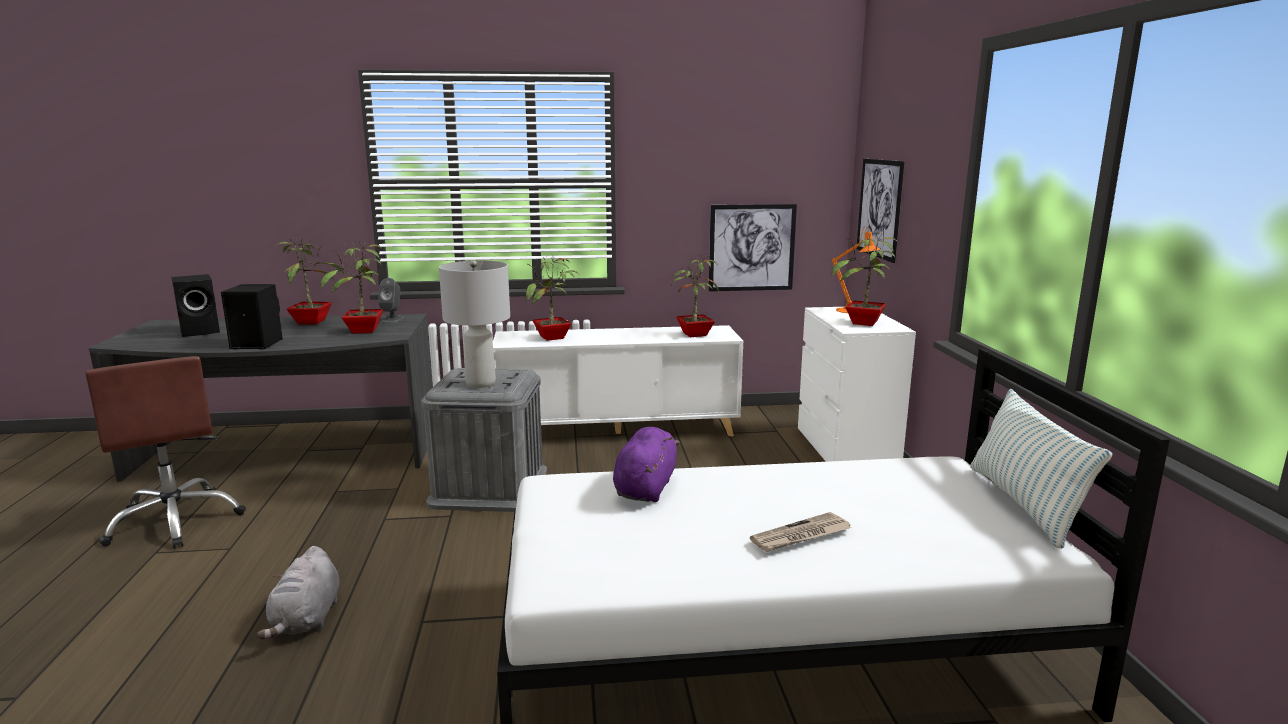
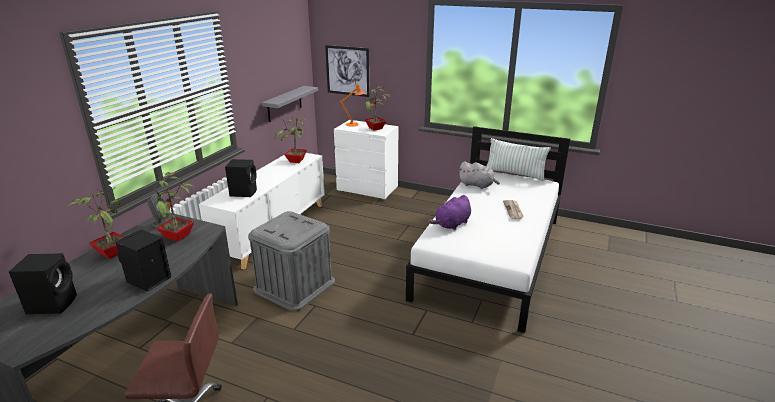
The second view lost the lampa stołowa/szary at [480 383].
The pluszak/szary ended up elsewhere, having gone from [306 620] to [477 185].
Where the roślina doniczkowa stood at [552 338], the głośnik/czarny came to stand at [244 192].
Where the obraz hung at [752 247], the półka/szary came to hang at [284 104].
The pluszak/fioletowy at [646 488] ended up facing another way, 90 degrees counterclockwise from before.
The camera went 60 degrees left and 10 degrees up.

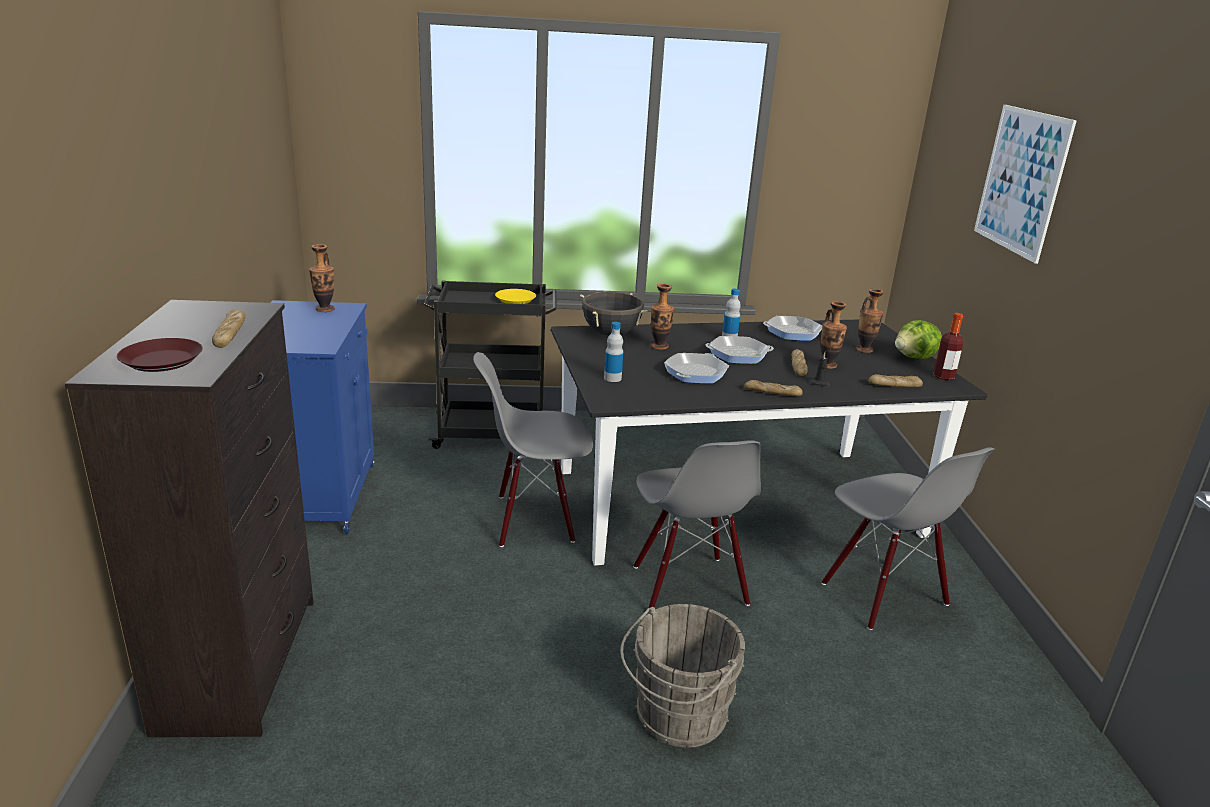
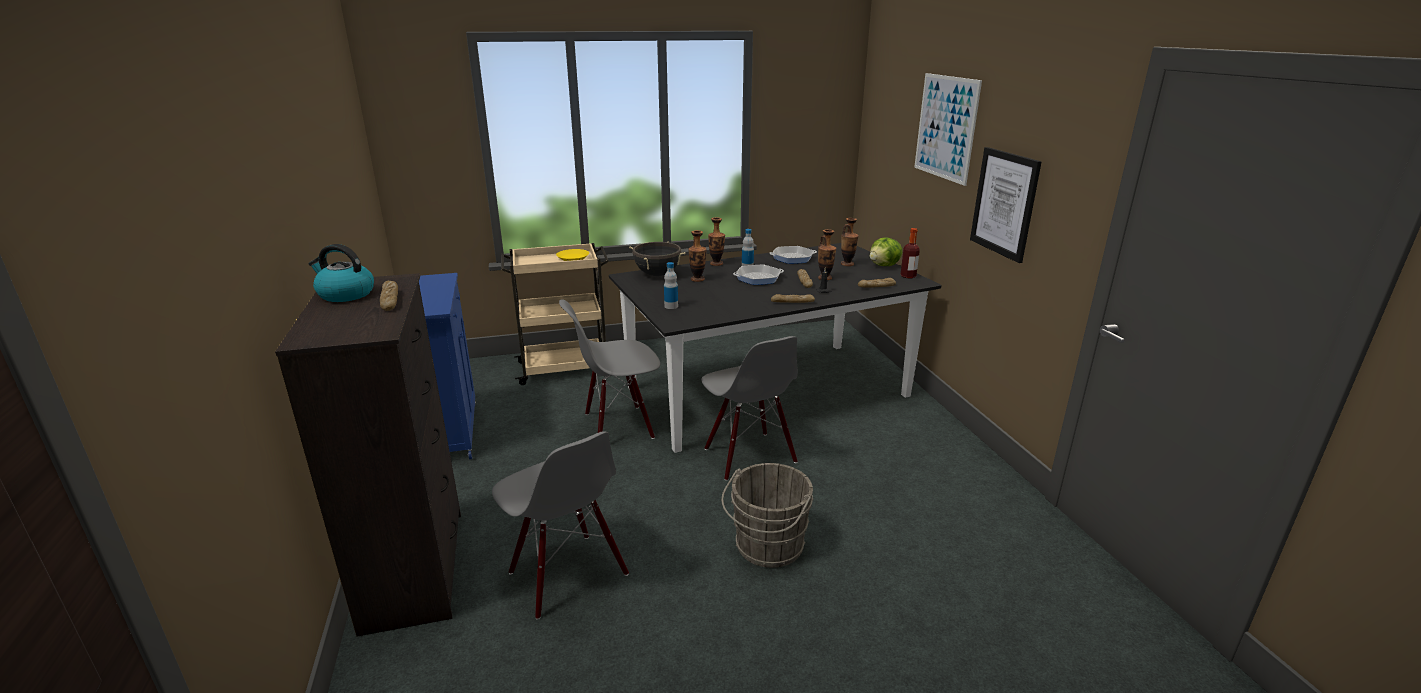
The second view lost the talerz/brązowy at [163 361].
The second view lost the patelnia at [695 373].
The second view gained the czajnik at [345 294].
The second view gained the obraz at [1004 203].
The wazon ended up elsewhere, having gone from [325 309] to [716 264].
The krzesło/szary ended up elsewhere, having gone from [883 594] to [567 574].
What was the wózek/czarny at [492 434] turned into the wózek/beżowy at [565 368].
The camera went 10 degrees left and 0 degrees up.

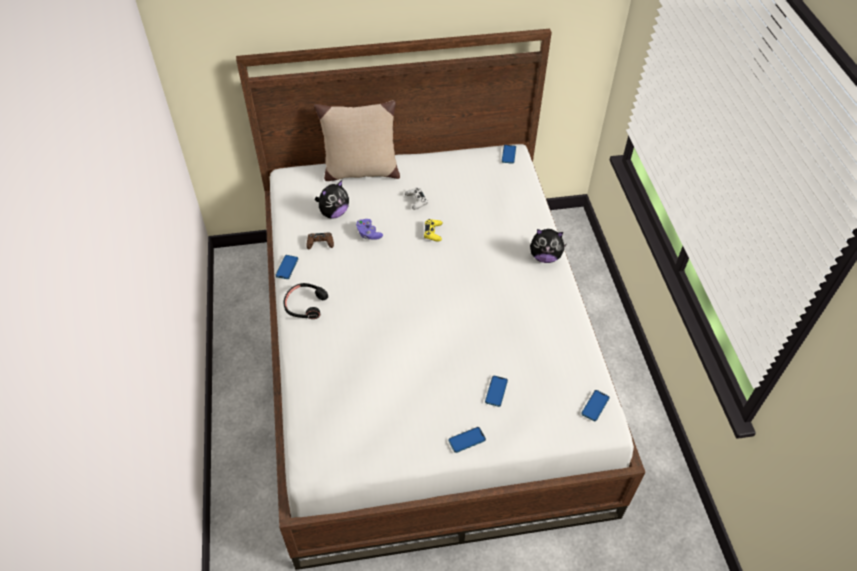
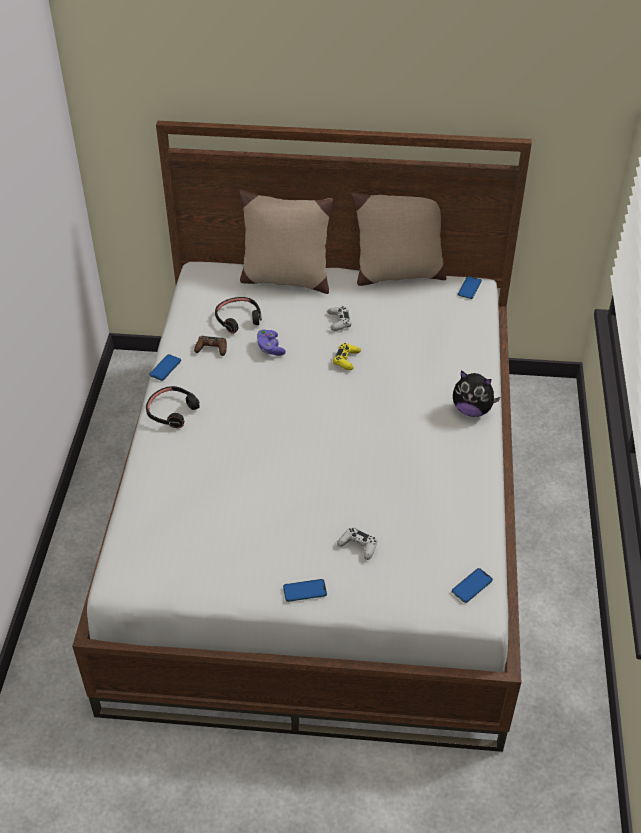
The second view gained the poduszka/beżowy at [397 274].
Where the pluszak stood at [334 213], the słuchawki/czarny came to stand at [238 319].
Where the telefon stood at [496 391], the pad do gier/biały came to stand at [358 546].
The camera went 15 degrees right and 5 degrees down.

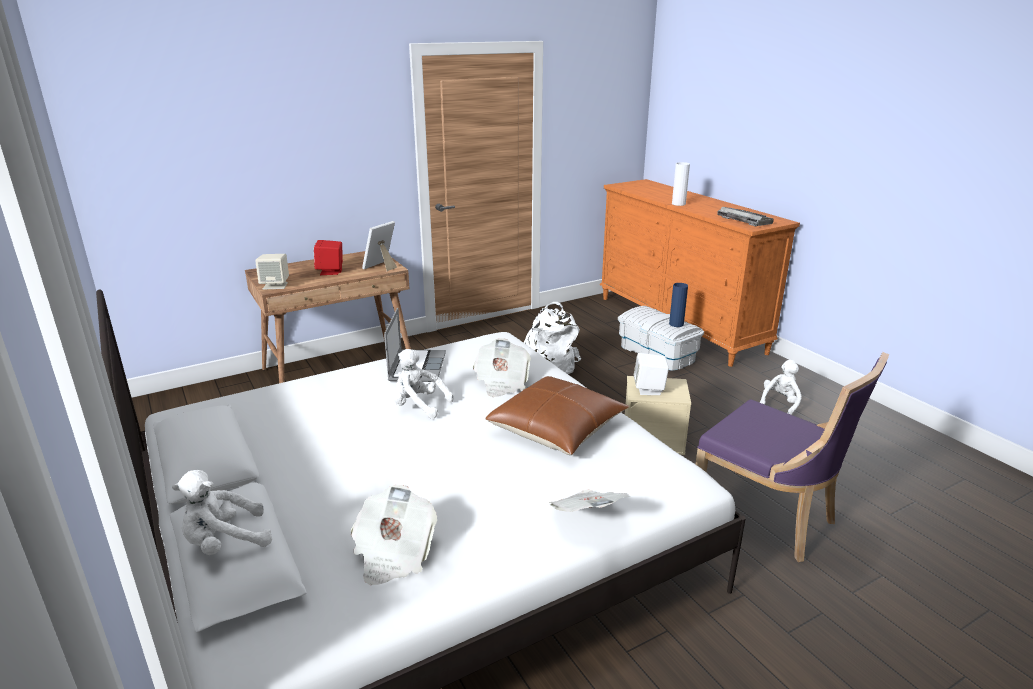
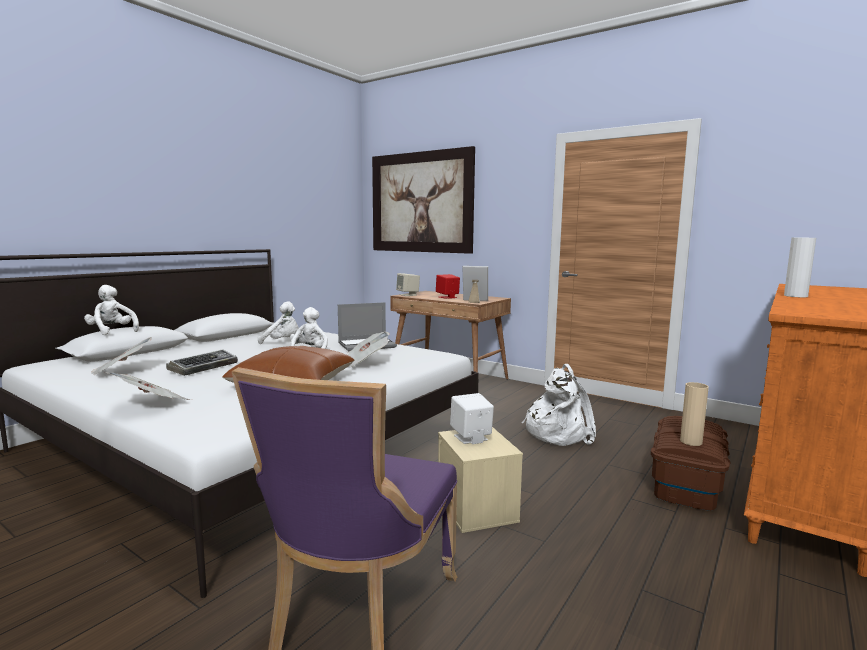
The second view gained the obraz at [421 202].
The klawiatura ended up elsewhere, having gone from [743 220] to [204 367].
The pluszak/biały ended up elsewhere, having gone from [780 403] to [283 342].
What was the pojemnik do przechowywania/biały at [657 353] turned into the pojemnik do przechowywania/brązowy at [686 483].
What was the wazon/niebieski at [676 324] turned into the wazon/beżowy at [691 442].
The camera went 65 degrees right and 15 degrees down.

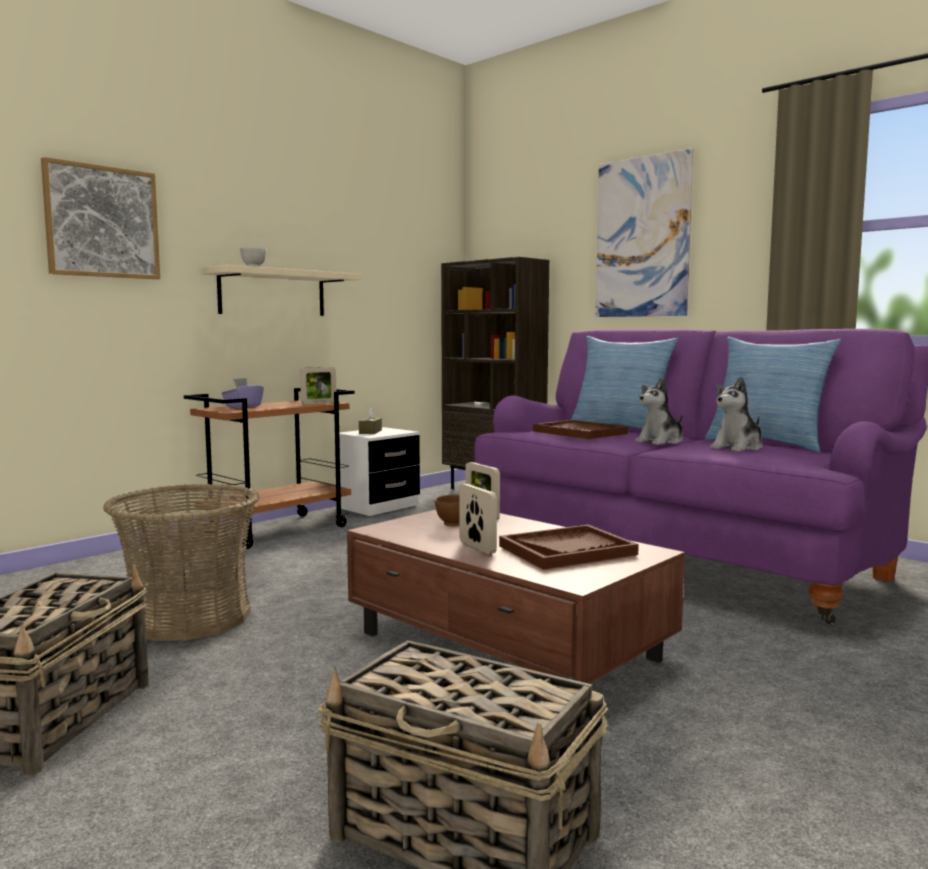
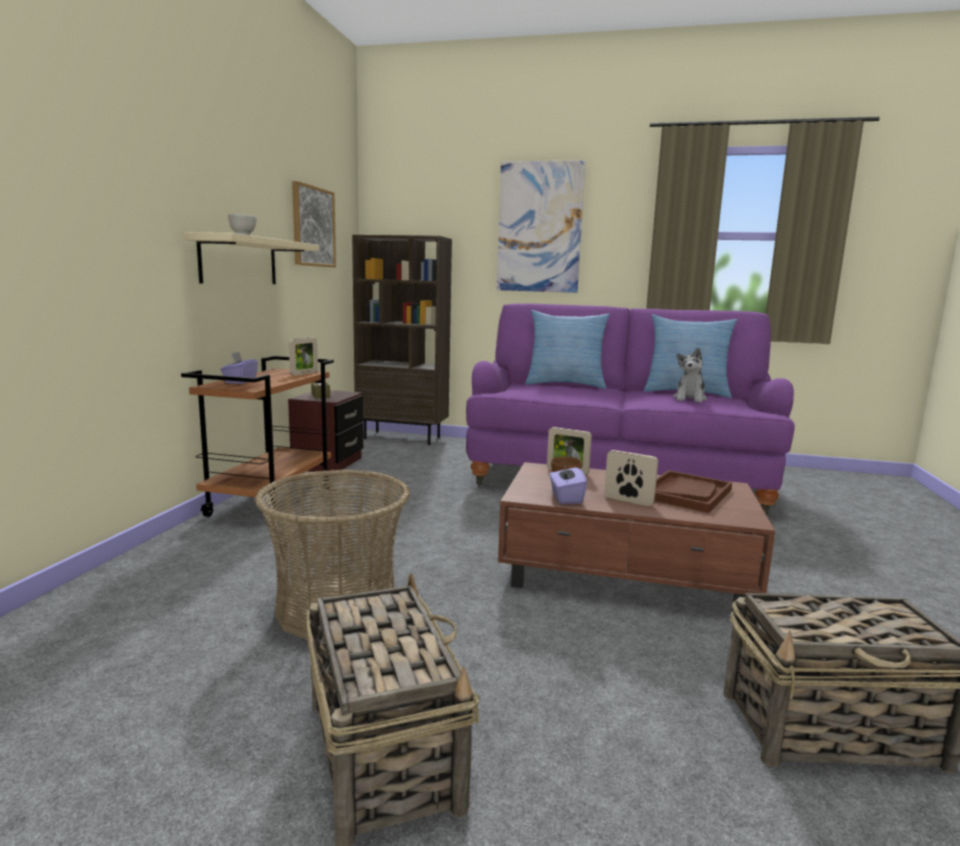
The second view lost the taca/brązowy at [580 432].
The second view lost the pluszak at [661 441].
The second view gained the pudełko chusteczek/fioletowy at [566 498].
The obraz ended up elsewhere, having gone from [102 222] to [313 227].
What was the szafka nocna/biały at [378 506] turned into the szafka nocna/brązowy at [328 463].
The camera went 30 degrees left and 5 degrees up.

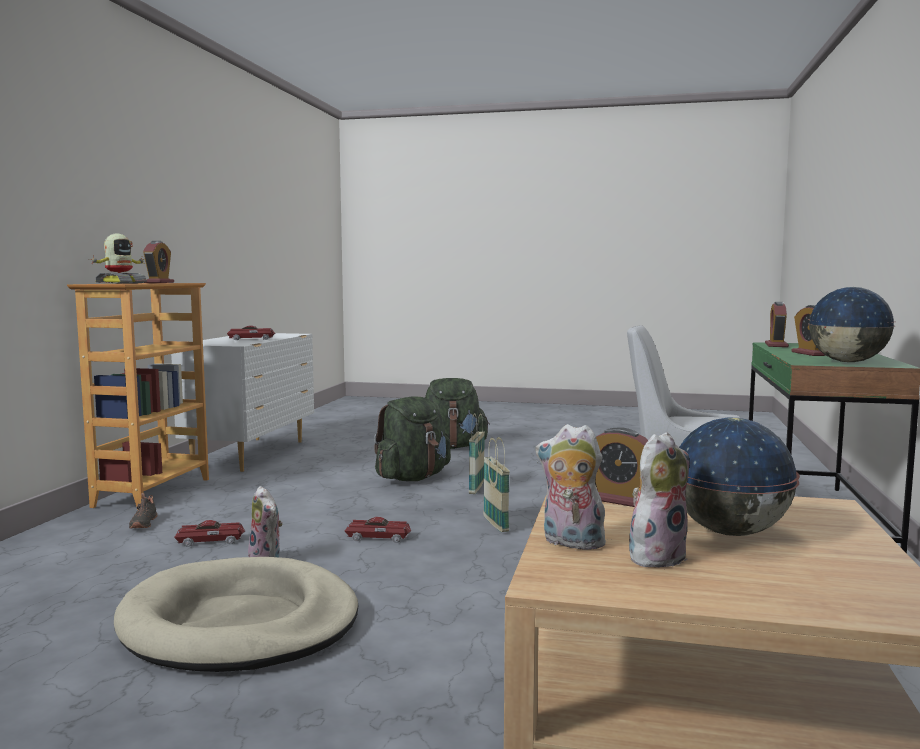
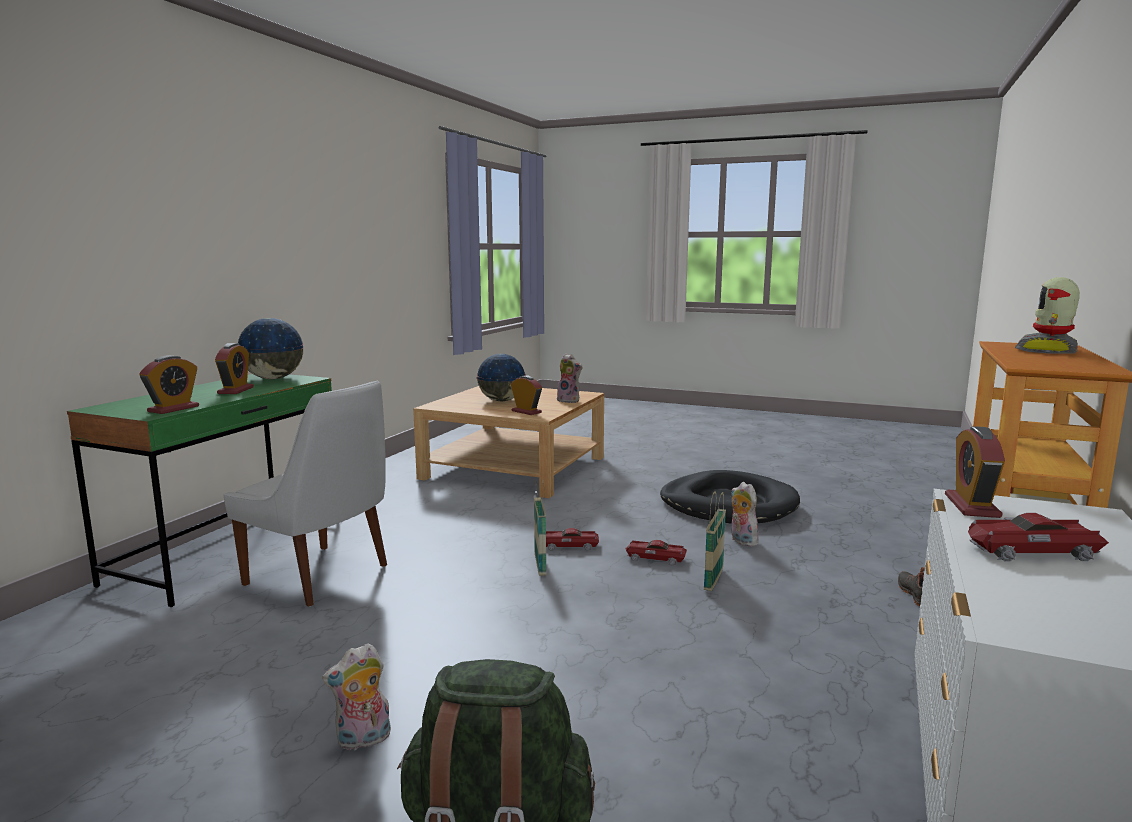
The second view lost the plecak/zielony at [412 478].
The budzik ended up elsewhere, having gone from [159 282] to [971 506].
The samochodzik ended up elsewhere, having gone from [211 540] to [569 546].
The koszyk ended up elsewhere, having gone from [476 488] to [713 580].
The pluszak ended up elsewhere, having gone from [656 556] to [363 741].
What was the legowisko/beżowy at [240 623] turned into the legowisko/czarny at [728 504].
The camera went 170 degrees left and 5 degrees up.

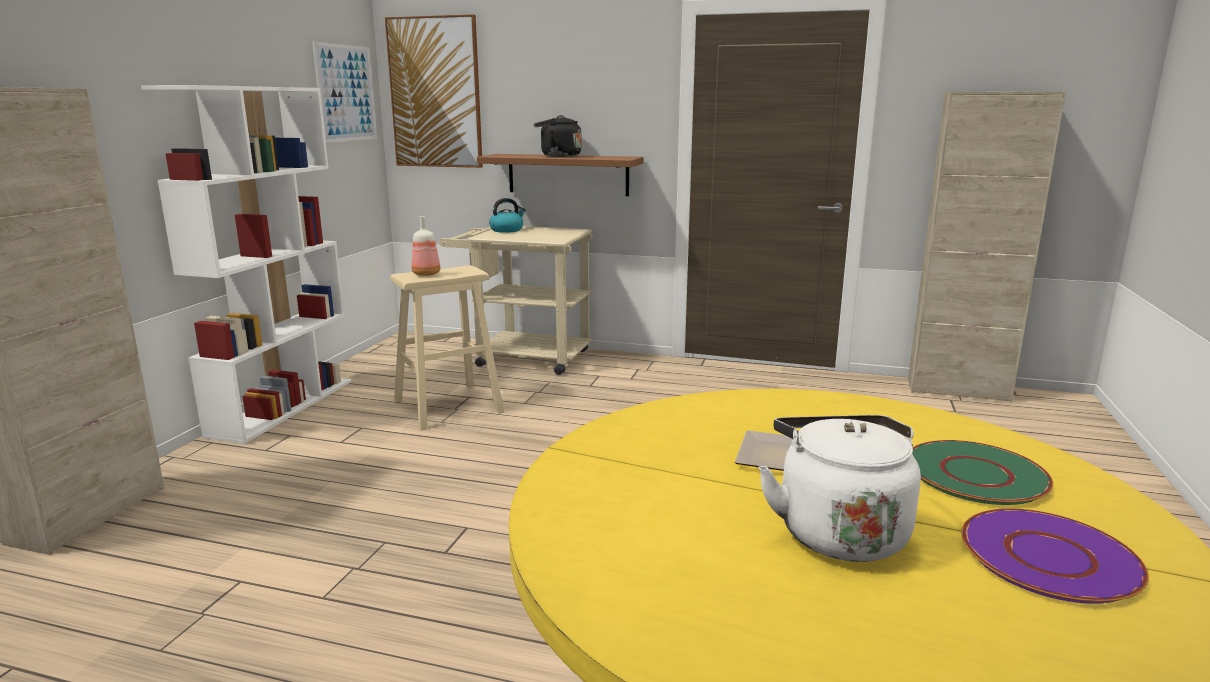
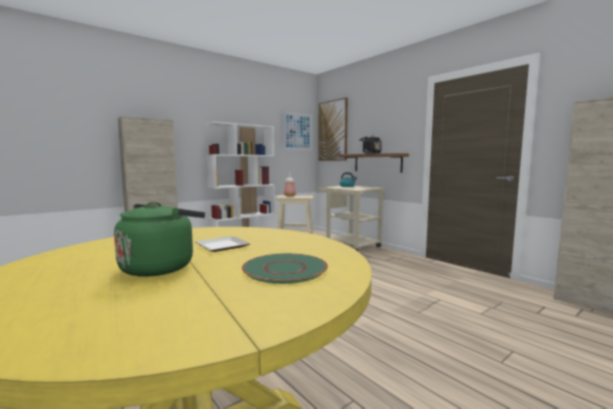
The second view lost the talerz/fioletowy at [1050 557].
What was the czajnik/biały at [837 531] turned into the czajnik/zielony at [161 267].
The camera went 35 degrees right and 10 degrees down.

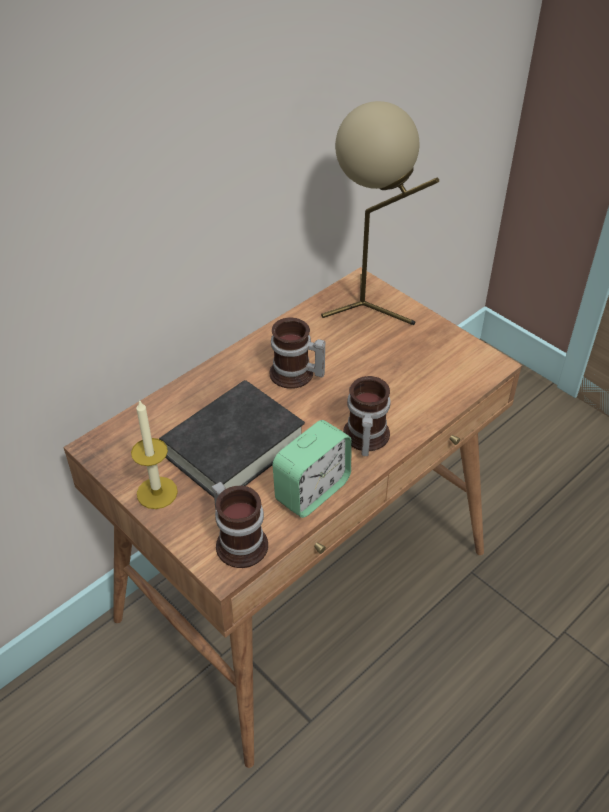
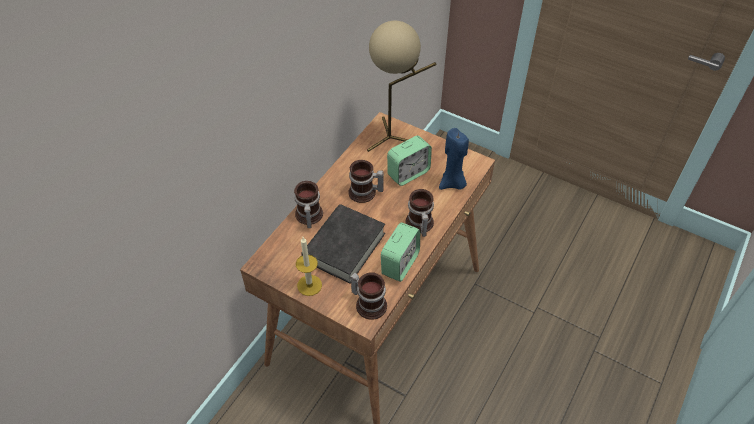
The second view gained the kubek at [308 216].
The second view gained the budzik at [408 173].
The second view gained the świeca/niebieski at [452 183].
The camera went 15 degrees left and 5 degrees up.

